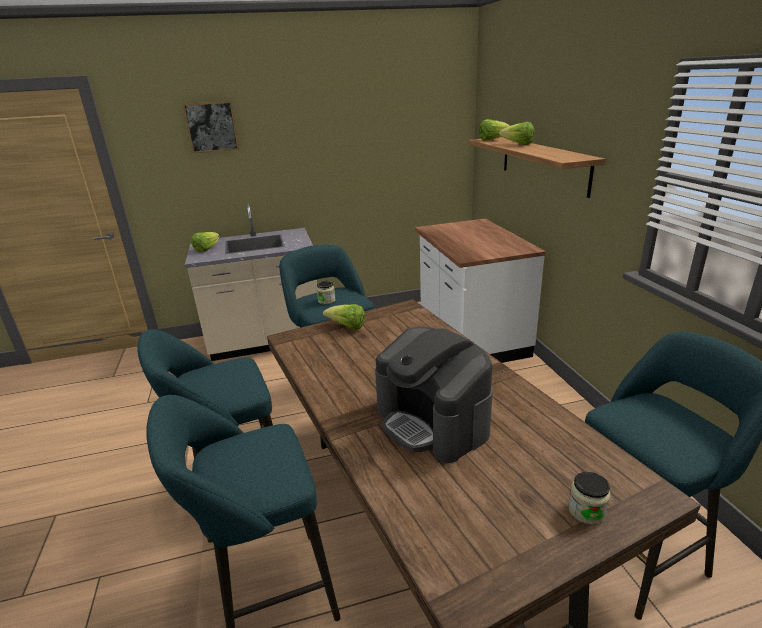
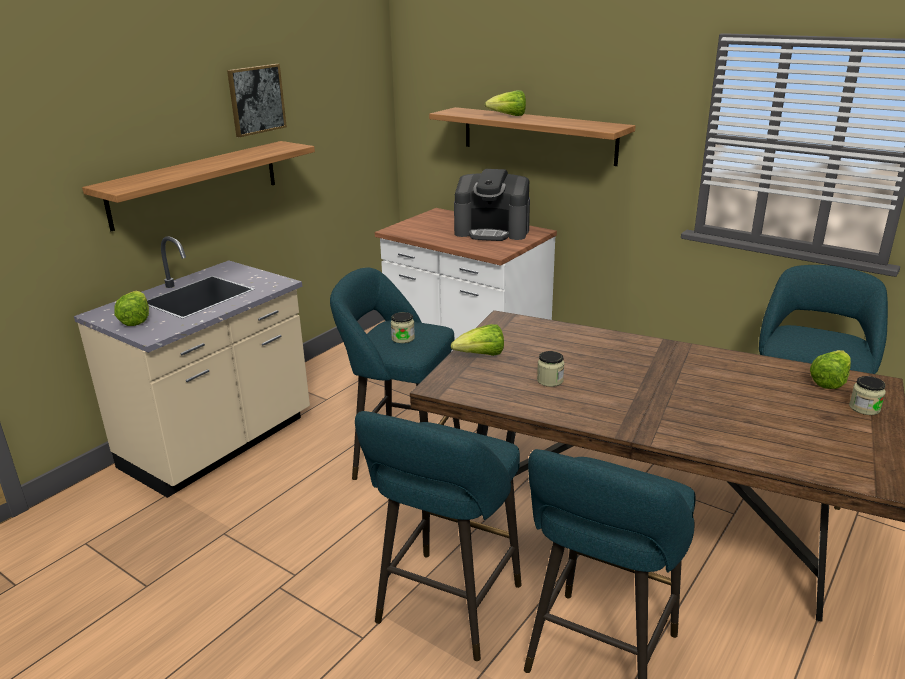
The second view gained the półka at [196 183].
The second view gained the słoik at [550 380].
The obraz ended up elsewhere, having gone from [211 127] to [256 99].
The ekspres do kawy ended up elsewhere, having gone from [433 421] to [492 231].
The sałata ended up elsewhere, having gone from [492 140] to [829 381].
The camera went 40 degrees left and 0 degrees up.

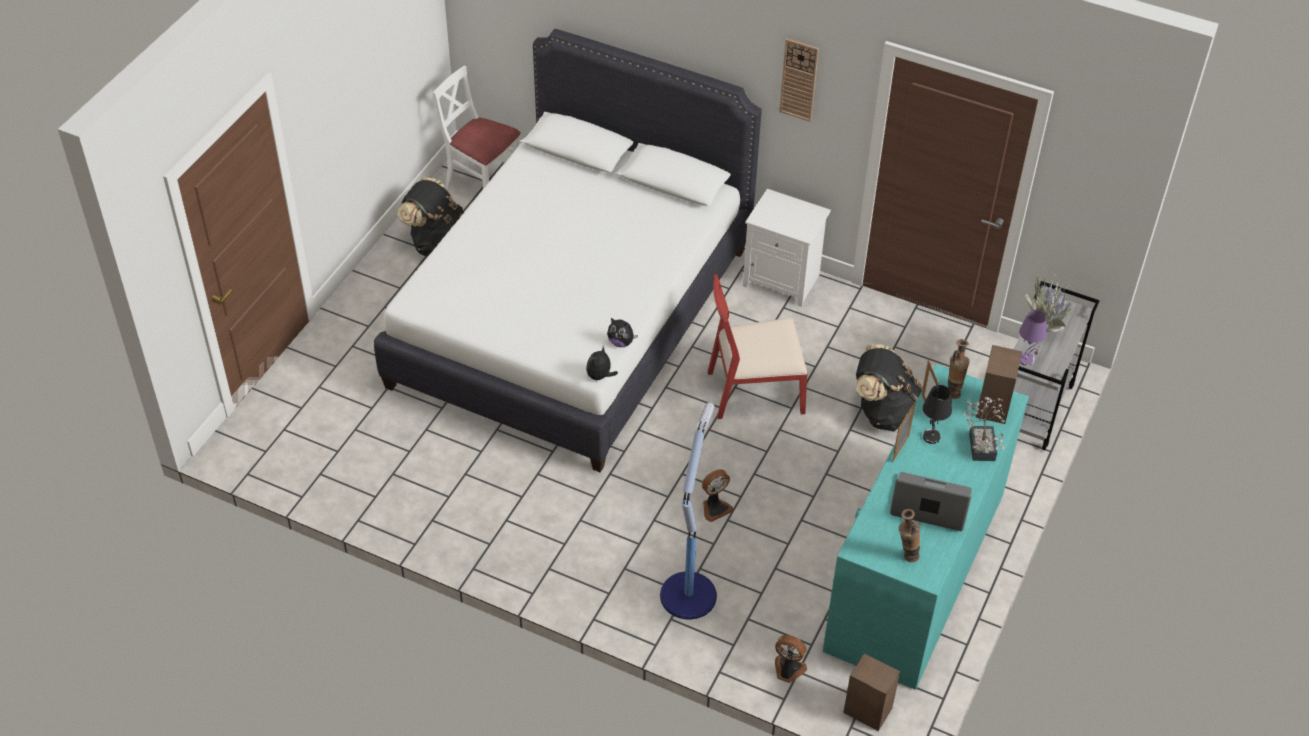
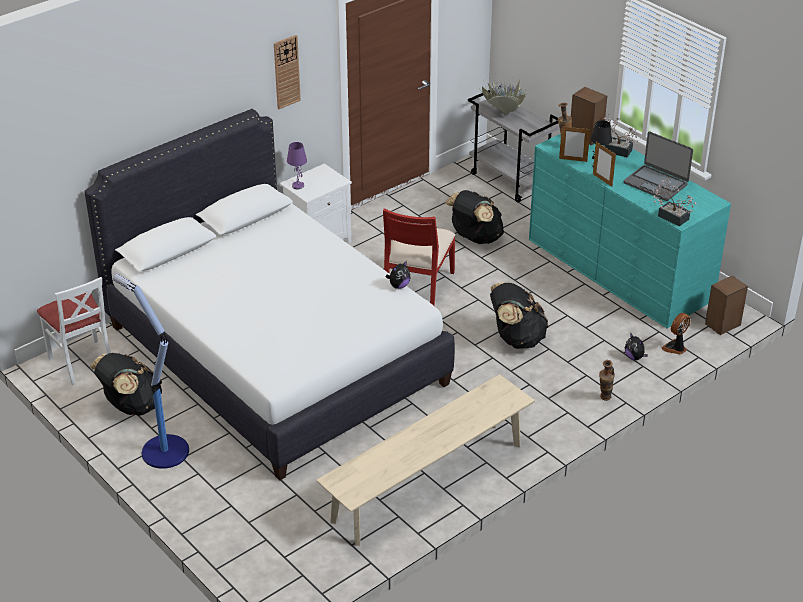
The second view gained the ławka/beżowy at [428 482].
The second view gained the roślina doniczkowa at [670 216].
The pluszak ended up elsewhere, having gone from [600 376] to [634 357].
The lampa stojąca ended up elsewhere, having gone from [688 593] to [163 451].
The wazon ended up elsewhere, having gone from [906 556] to [604 399].
The lampa stołowa/fioletowy ended up elsewhere, having gone from [1026 359] to [298 185].
Where the wentylator stood at [715 508], the plecak/czarny came to stand at [516 338].
The krzesło/biały at [482 185] ended up facing another way, 90 degrees counterclockwise from before.
The laptop at [930 504] ended up facing another way, 90 degrees counterclockwise from before.
The camera went 65 degrees left and 10 degrees down.

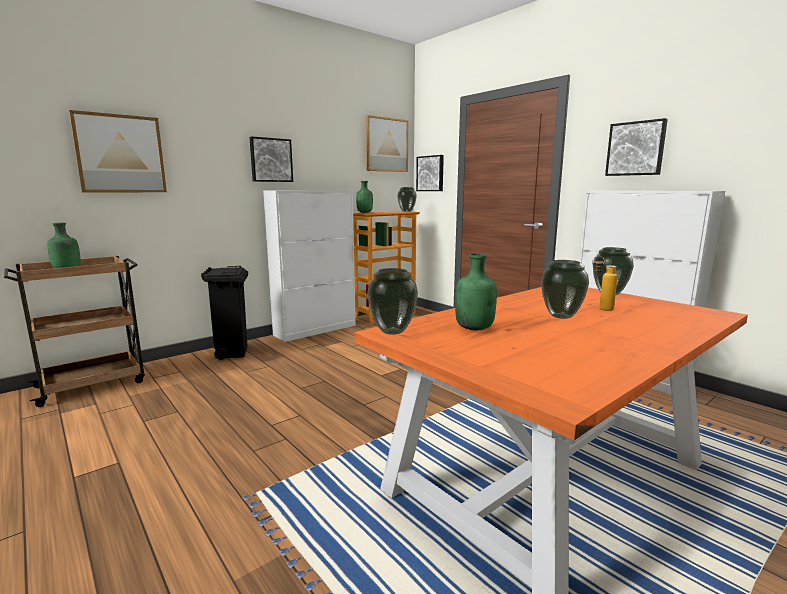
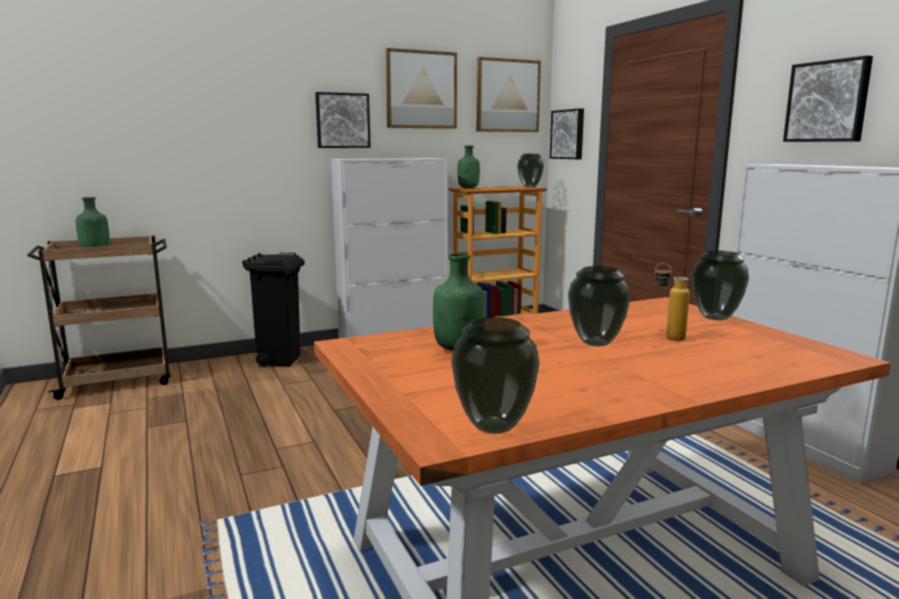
The obraz ended up elsewhere, having gone from [120 154] to [421 90].
The wazon ended up elsewhere, having gone from [393 331] to [495 427].
The camera went 15 degrees right and 0 degrees up.

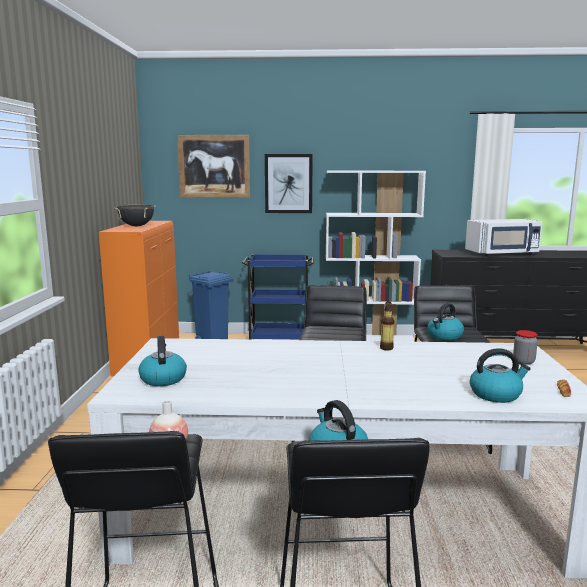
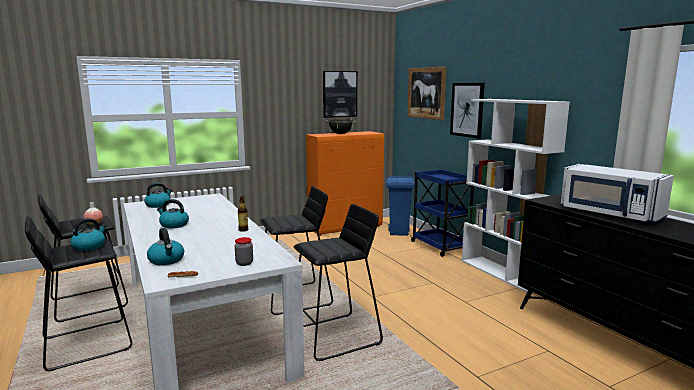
The second view gained the obraz at [339 94].
The czajnik ended up elsewhere, having gone from [444 336] to [173 225].
The camera went 60 degrees right and 0 degrees up.

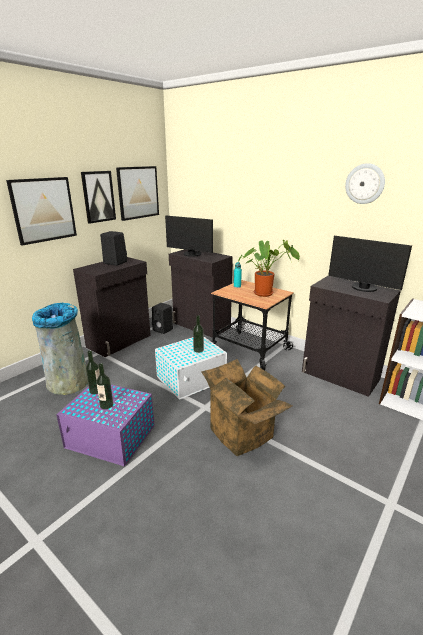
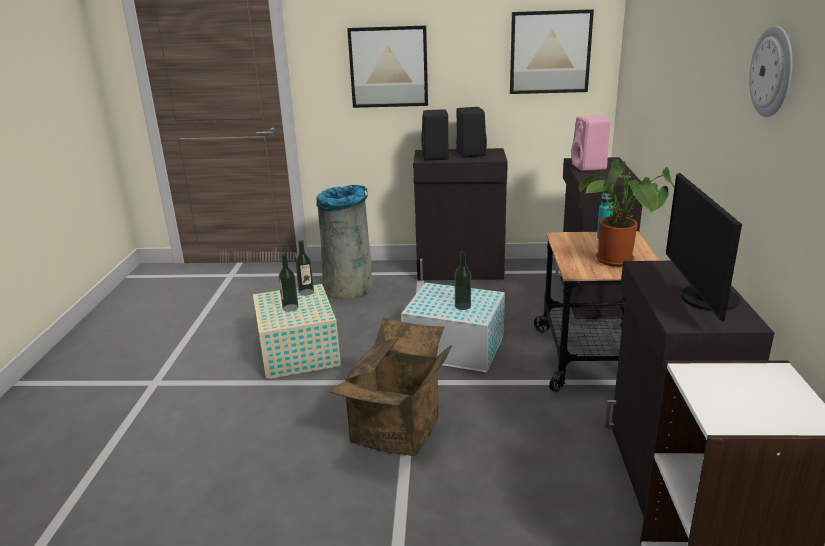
The second view lost the obraz at [98 196].
The głośnik/czarny ended up elsewhere, having gone from [163 330] to [436 157].
Where the monitor stood at [191 254], the głośnik/różowy came to stand at [589 167].
What was the pojemnik do przechowywania/fioletowy at [111 437] turned into the pojemnik do przechowywania/beżowy at [298 352].
The camera went 55 degrees right and 0 degrees up.

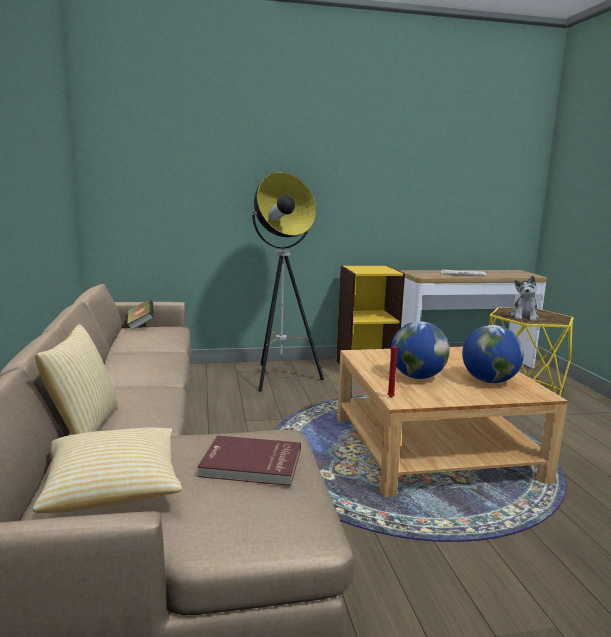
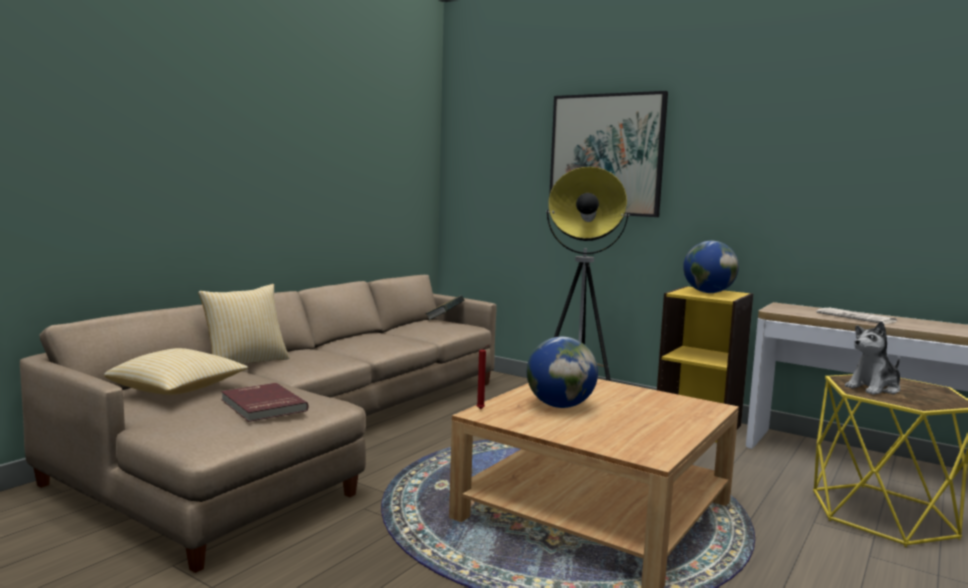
The second view gained the obraz at [606 154].
The globus ended up elsewhere, having gone from [489 381] to [708 292].
The camera went 45 degrees right and 5 degrees down.

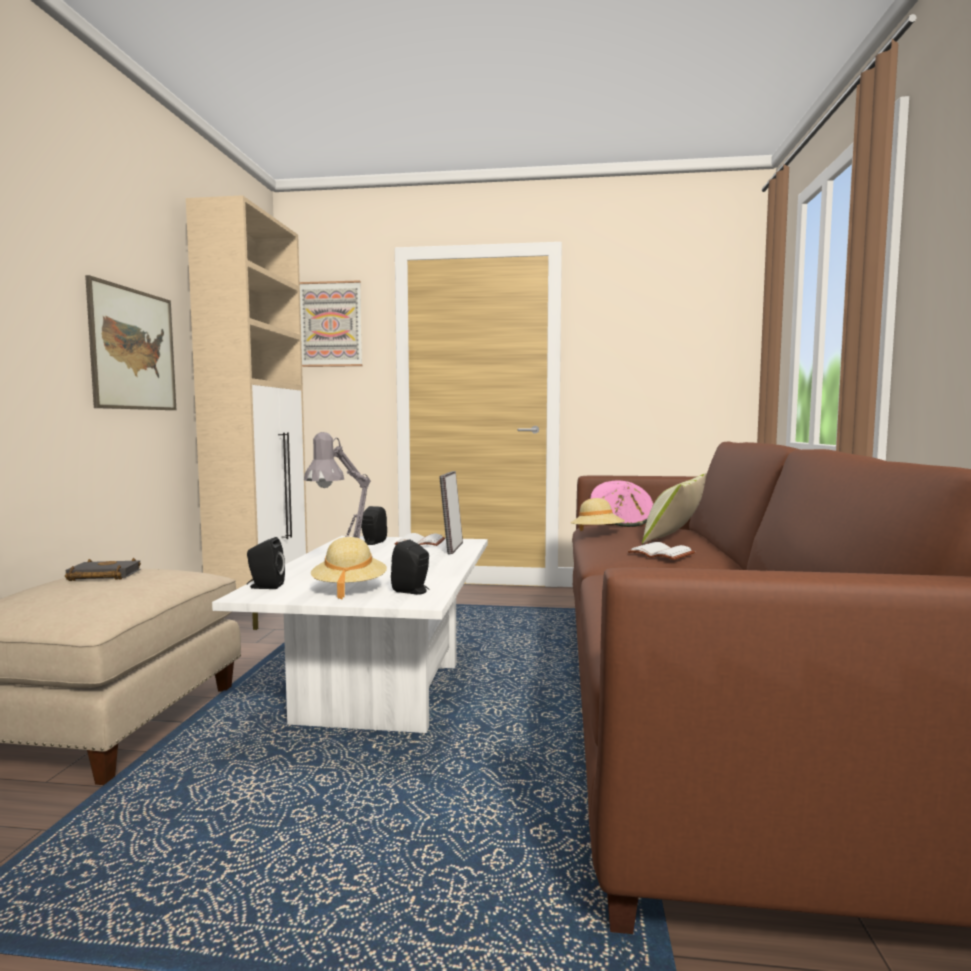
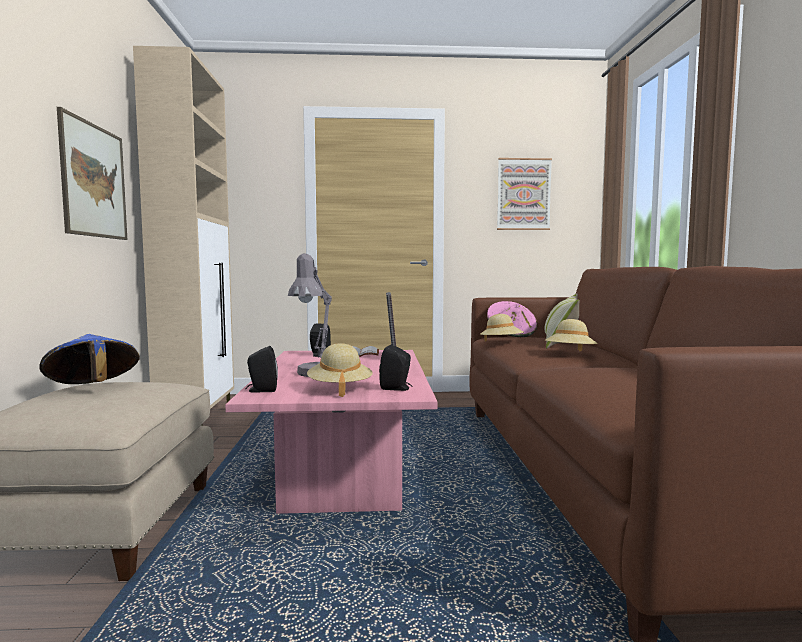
The obraz ended up elsewhere, having gone from [331 324] to [523 194].
Where the książka/czarny stood at [101 576], the kapelusz/niebieski came to stand at [92 388].
Where the książka/biały stood at [662 554], the kapelusz/beżowy came to stand at [570 354].
What was the ława/biały at [381 693] turned into the ława/różowy at [344 482].
The camera went 10 degrees left and 0 degrees up.

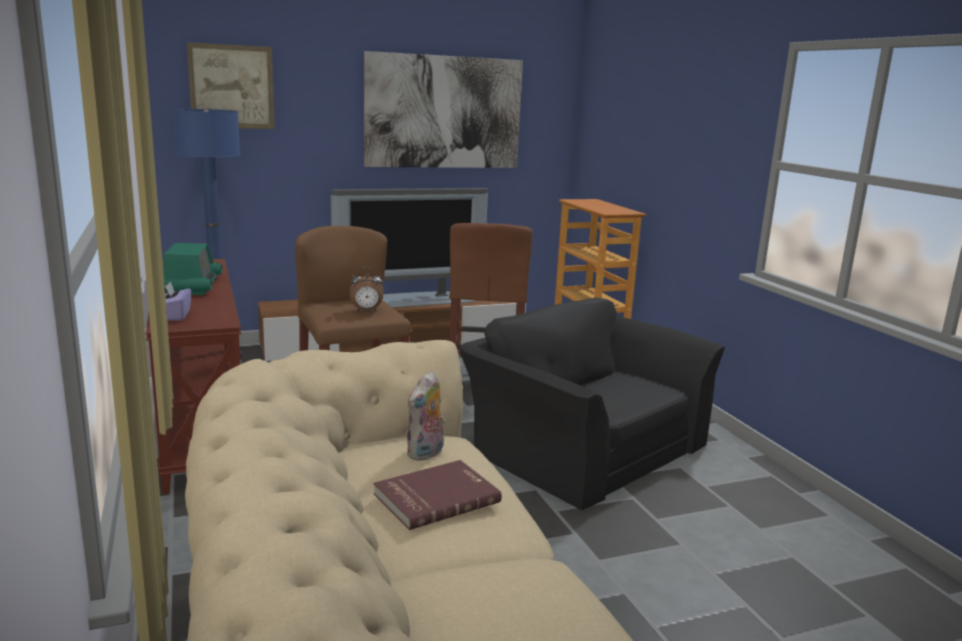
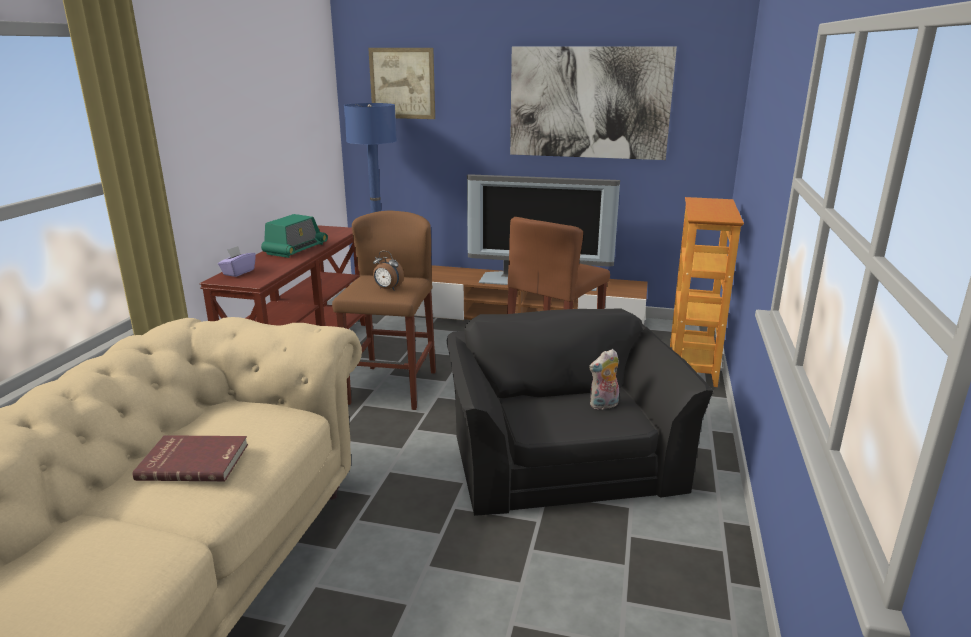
The pluszak ended up elsewhere, having gone from [426 454] to [604 405].
The camera went 35 degrees right and 5 degrees up.

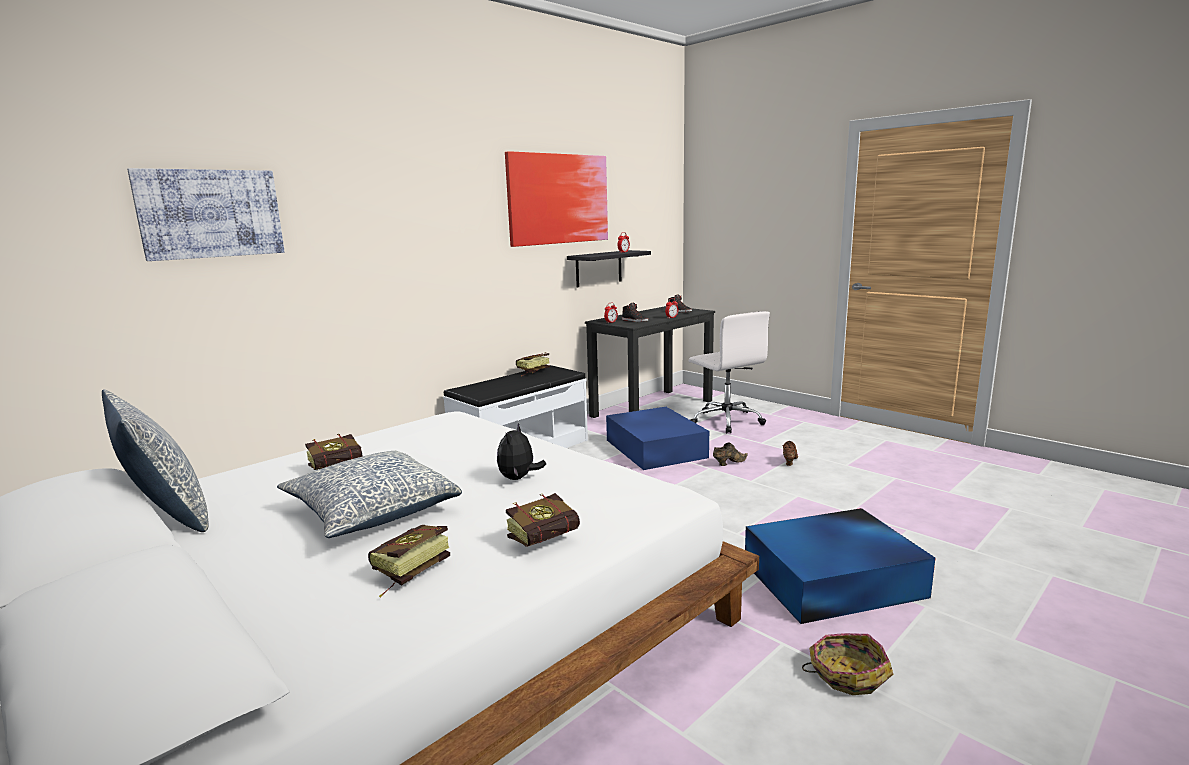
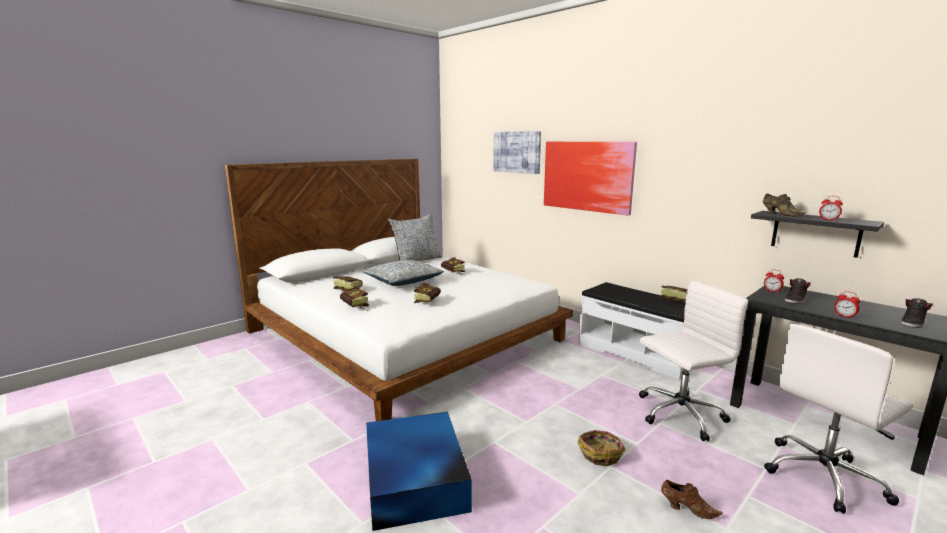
The obraz ended up elsewhere, having gone from [558 199] to [587 176].
The but/brązowy ended up elsewhere, having gone from [729 463] to [780 214].
The koszyk ended up elsewhere, having gone from [846 674] to [600 454].
Where the pluszak stood at [519 478], the książka came to stand at [428 301].
Where the pojemnik do przechowywania/niebieski stood at [655 448], the krzesło biurowe/biały came to stand at [678 414].
The camera went 90 degrees right and 0 degrees up.

